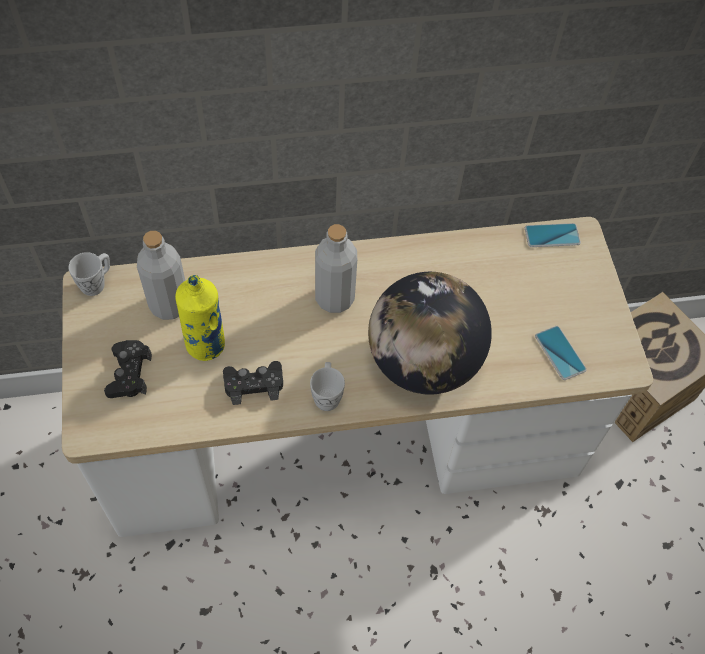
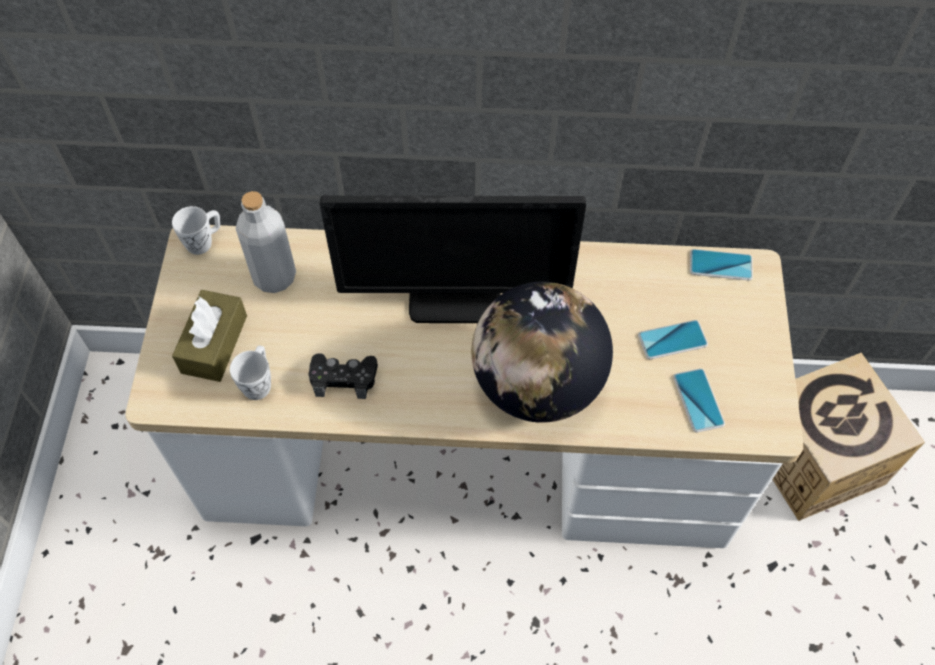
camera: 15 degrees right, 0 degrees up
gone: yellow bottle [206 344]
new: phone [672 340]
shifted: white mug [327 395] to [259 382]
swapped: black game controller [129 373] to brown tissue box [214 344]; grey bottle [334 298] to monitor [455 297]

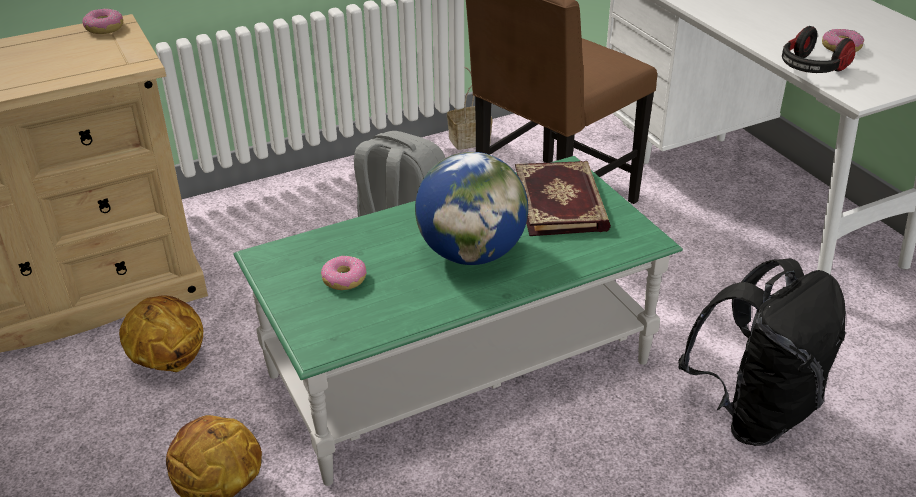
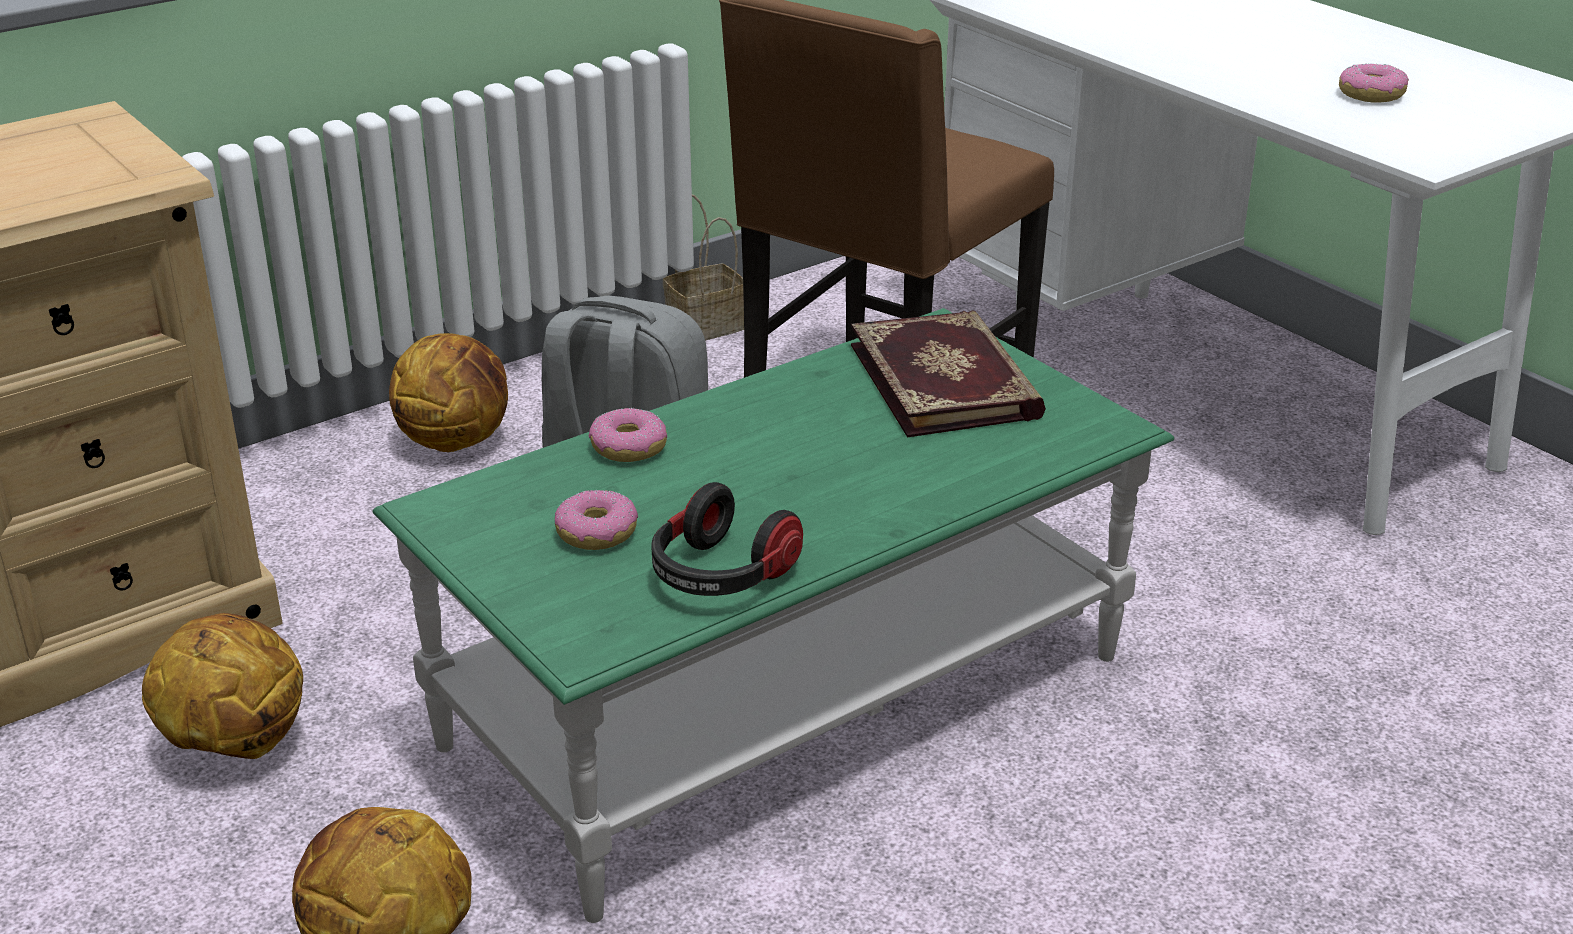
camera: 10 degrees left, 5 degrees down
gone: globe [471 253]; black backpack [754 412]
new: basketball [456 440]
shifted: donut [104 28] to [628 448]; headphones [811 69] to [721 576]

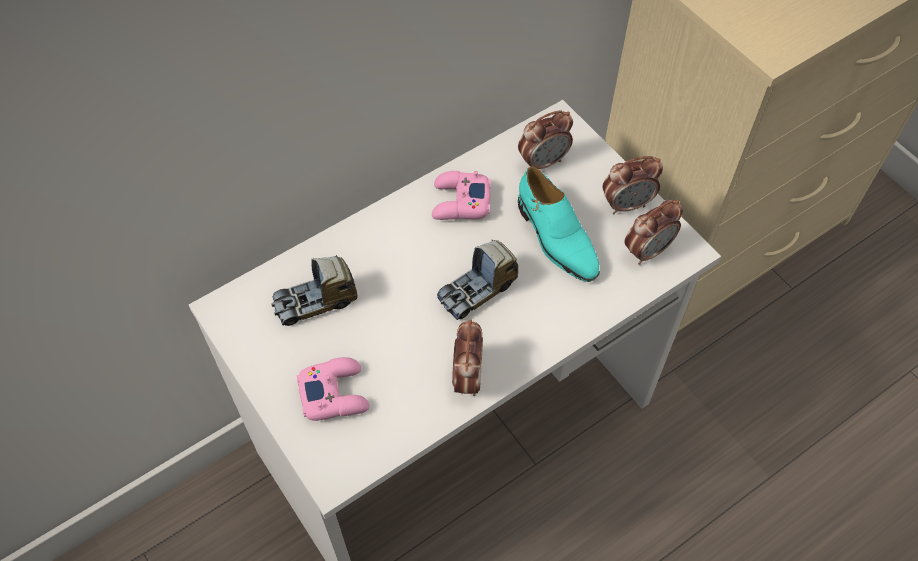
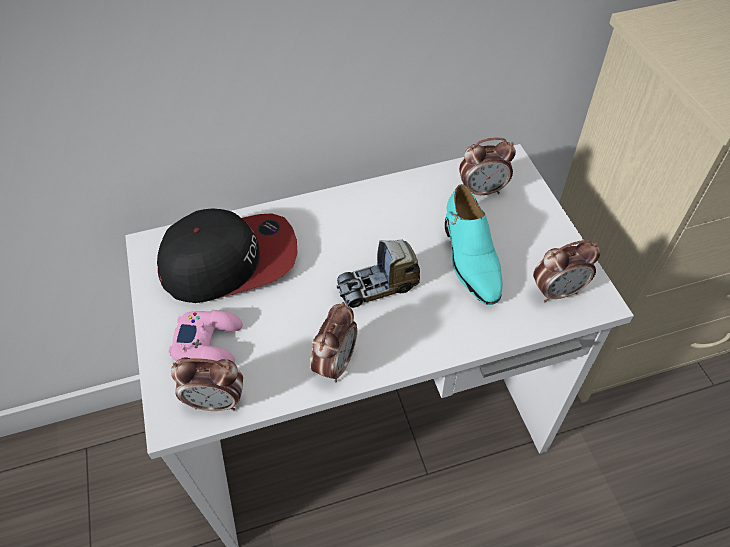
camera: 20 degrees right, 5 degrees down
gone: pink game controller [460 202]
shifted: alarm clock [627 204] to [217 401]
swapped: toy truck [316 302] to cap [230 260]

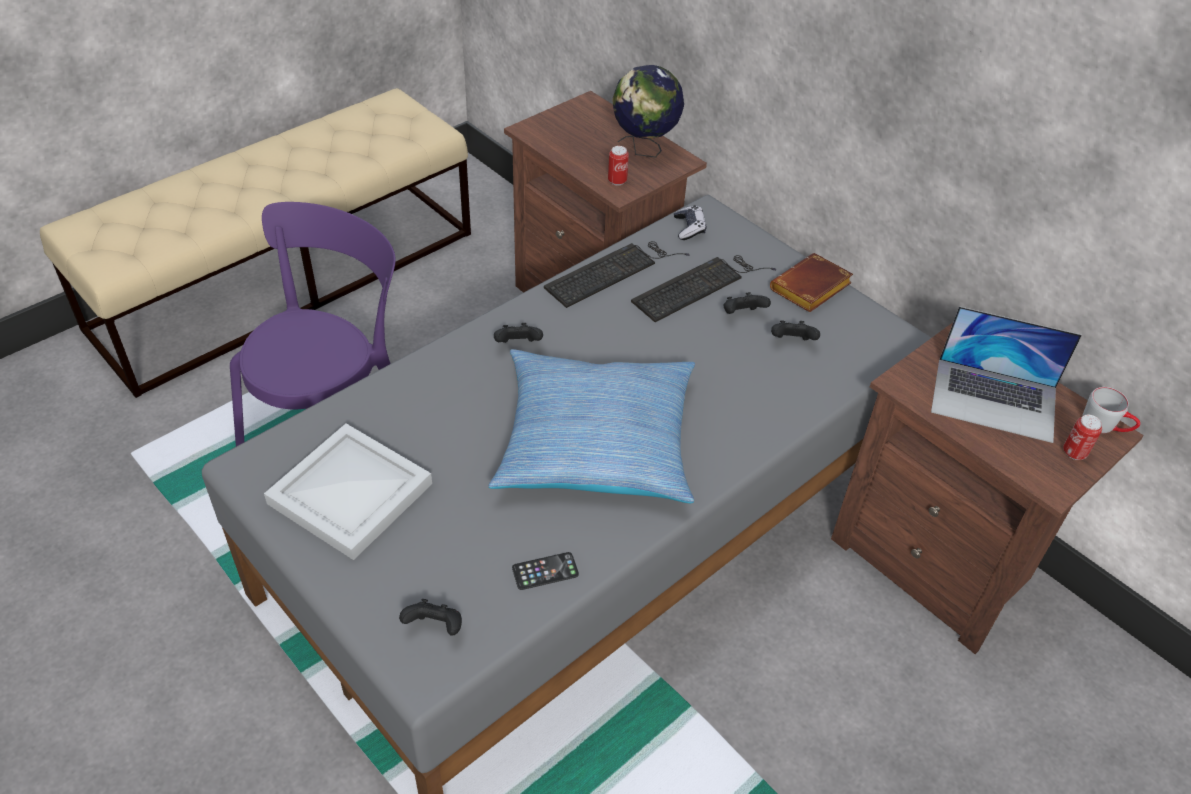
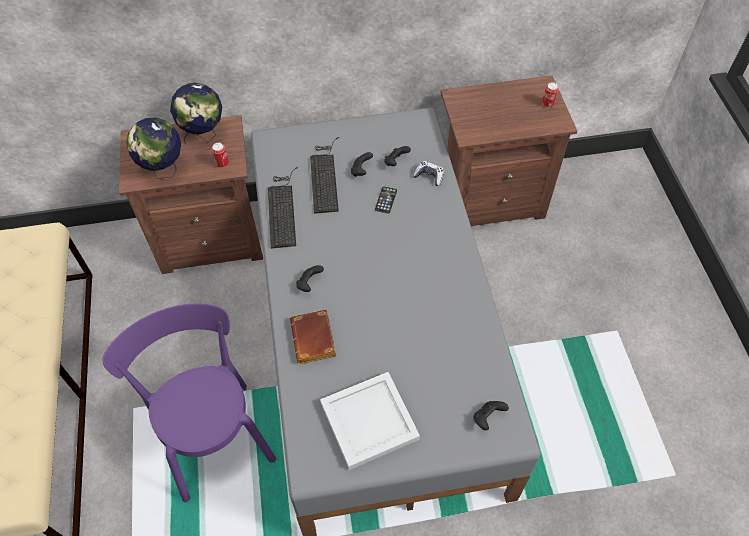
camera: 55 degrees left, 10 degrees up
gone: pillow [596 440]; laptop [994 399]; grey mug [1105 426]
new: globe [164 171]
shifted: brown book [810 290] to [315 340]; phone [545 571] to [386 200]; game controller [689 228] to [429 176]

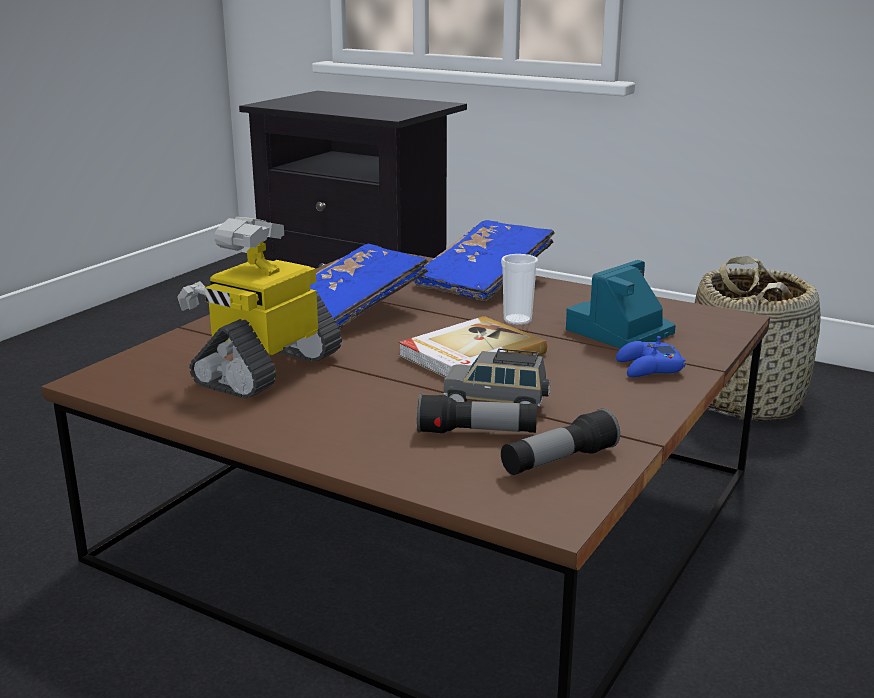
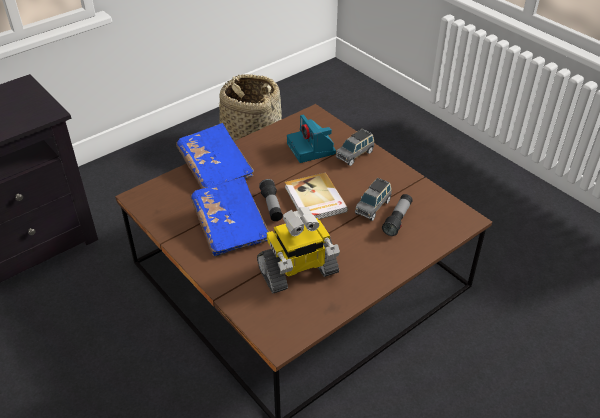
camera: 70 degrees left, 20 degrees up
gone: cup [517 320]
shifted: flashlight [558 461] to [271 206]
swapped: blue game controller [648 368] to grey toy car [355 155]
rotated: toy robot [267 368] = [298 272] 75 degrees counterclockwise

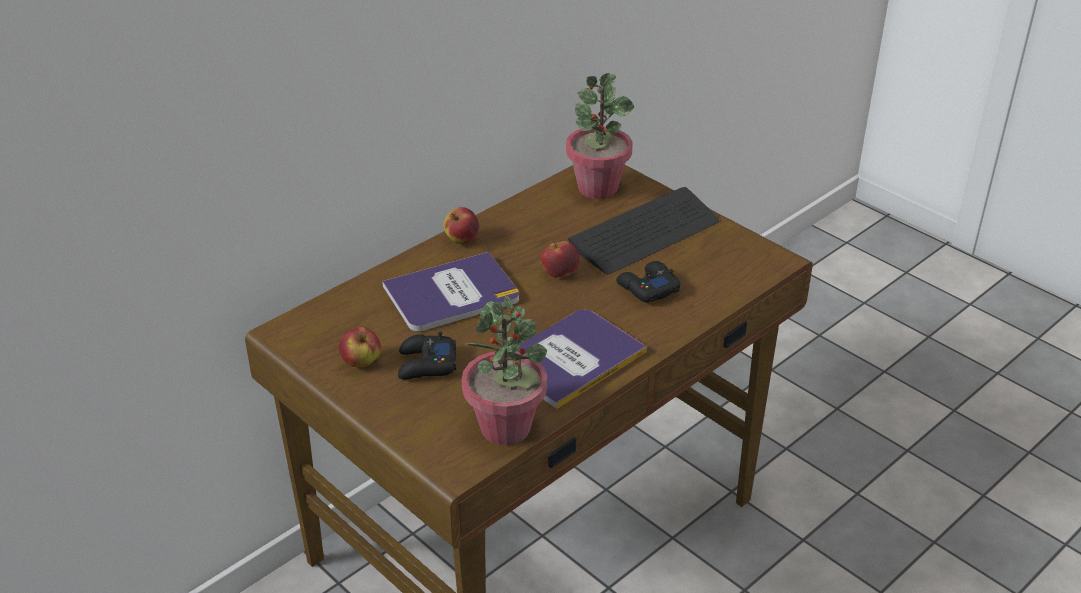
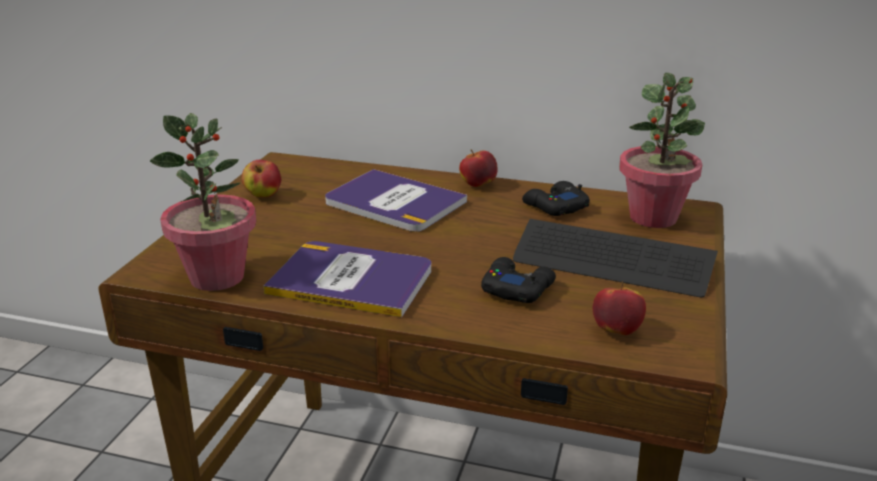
camera: 60 degrees right, 10 degrees down
shifted: black game controller [426 364] to [555 206]; apple [560 274] to [616 331]

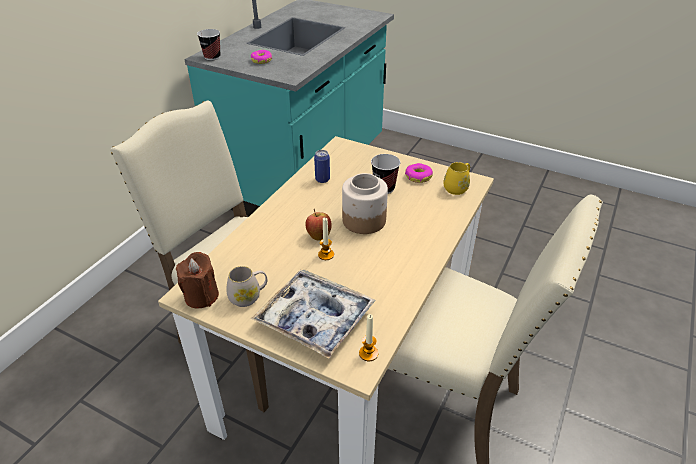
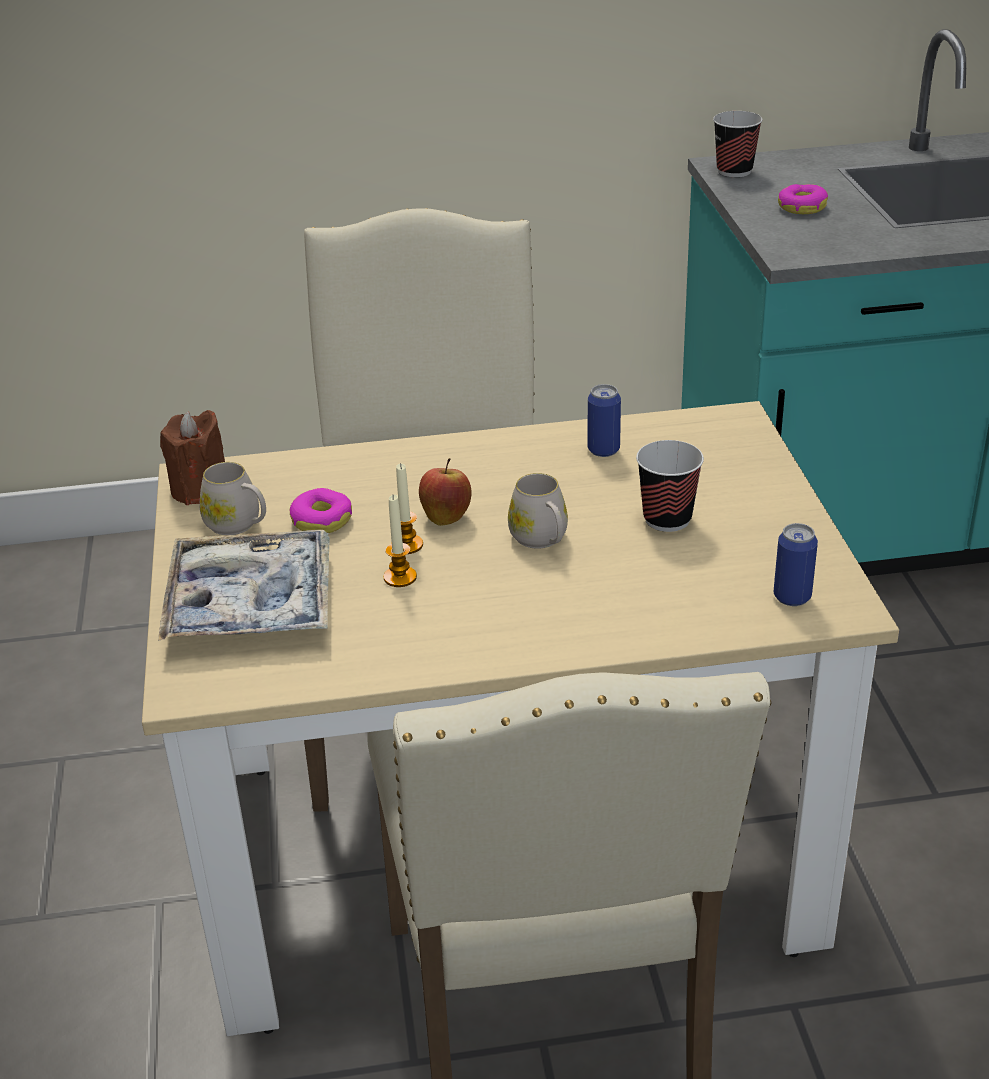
camera: 55 degrees right, 5 degrees down
shifted: donut [418 176] to [322 520]; candle [368 353] to [400 577]
swapped: jar [363 221] to white mug [542 540]; yellow mug [457 187] to can [792 597]

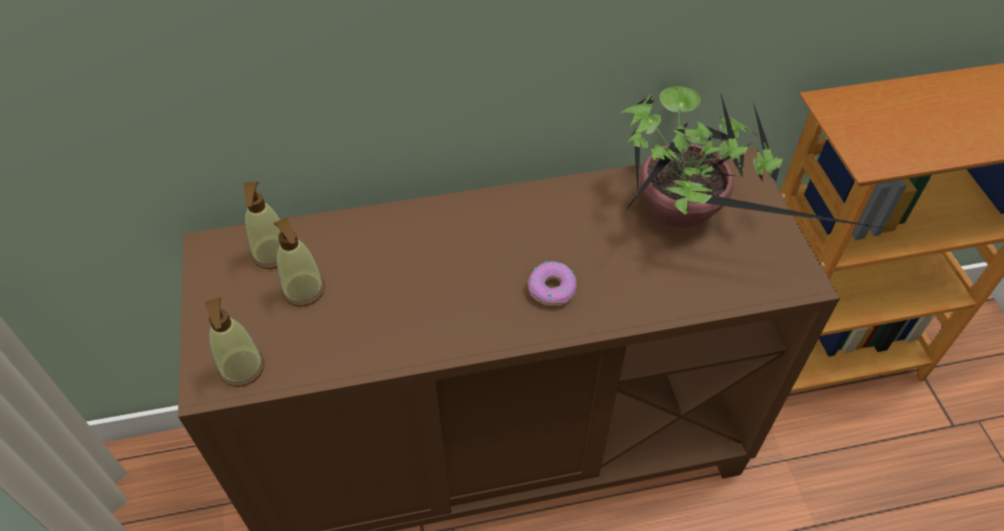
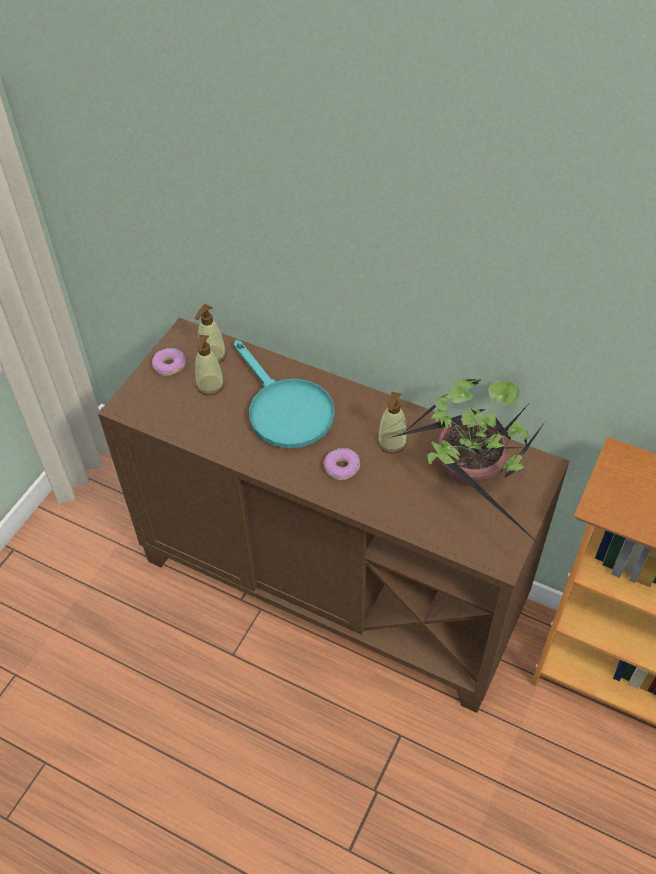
camera: 40 degrees right, 0 degrees up
new: donut [169 365]; turquoise frying pan [284 409]
shifted: soap dispenser [242 368] to [392 442]

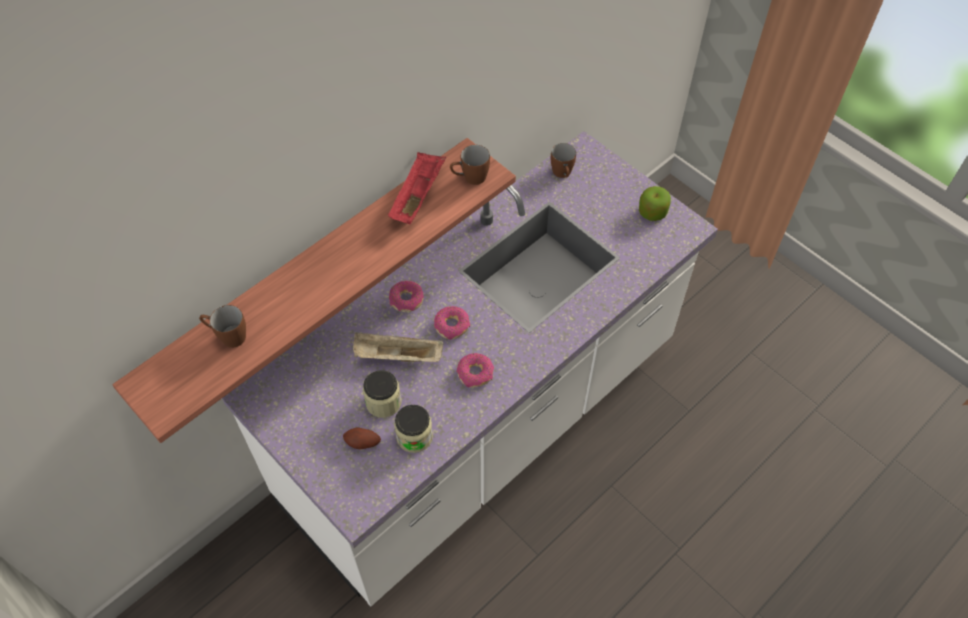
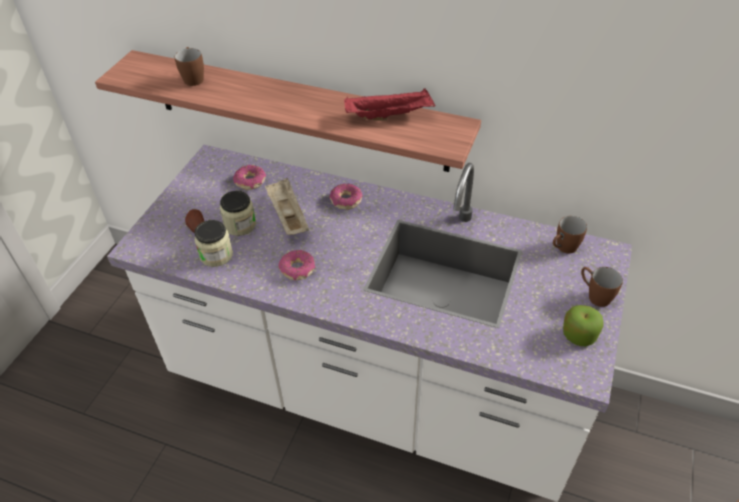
camera: 65 degrees right, 10 degrees down
shifted: donut [452 326] to [250 182]; brown mug [470 178] to [594 295]

